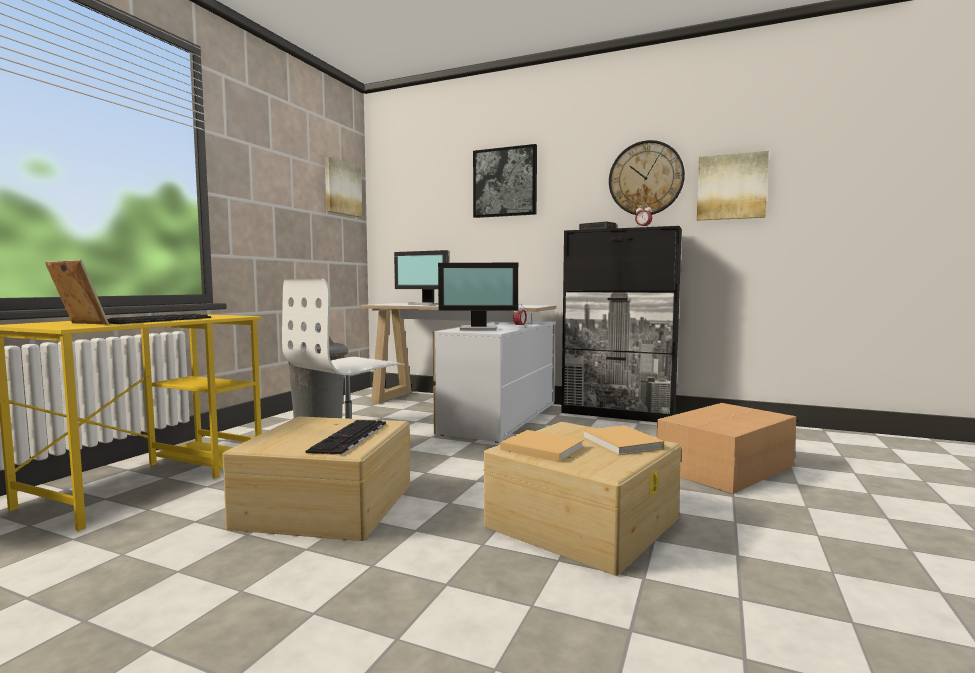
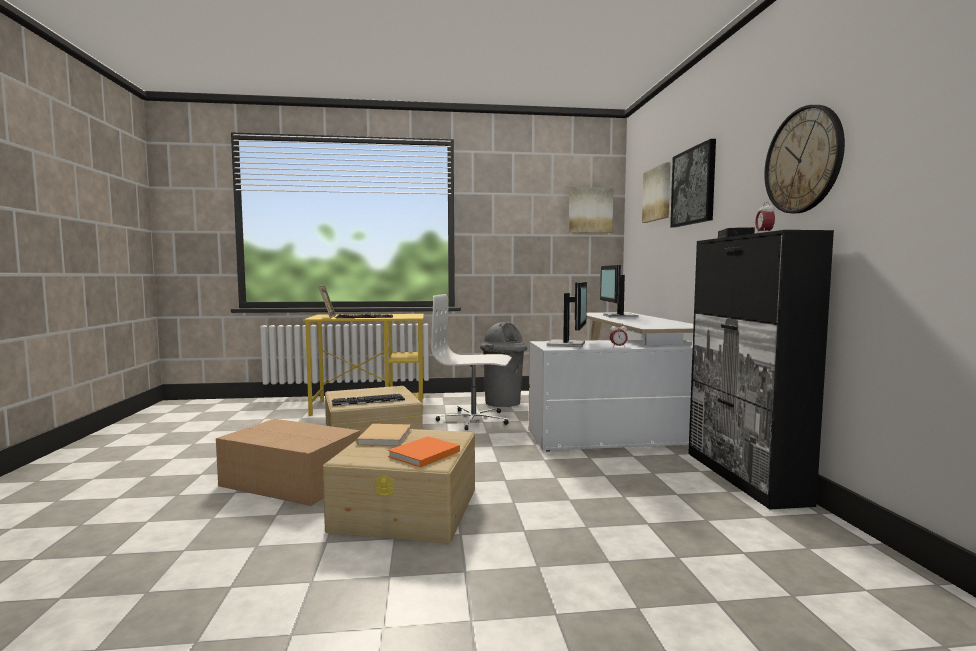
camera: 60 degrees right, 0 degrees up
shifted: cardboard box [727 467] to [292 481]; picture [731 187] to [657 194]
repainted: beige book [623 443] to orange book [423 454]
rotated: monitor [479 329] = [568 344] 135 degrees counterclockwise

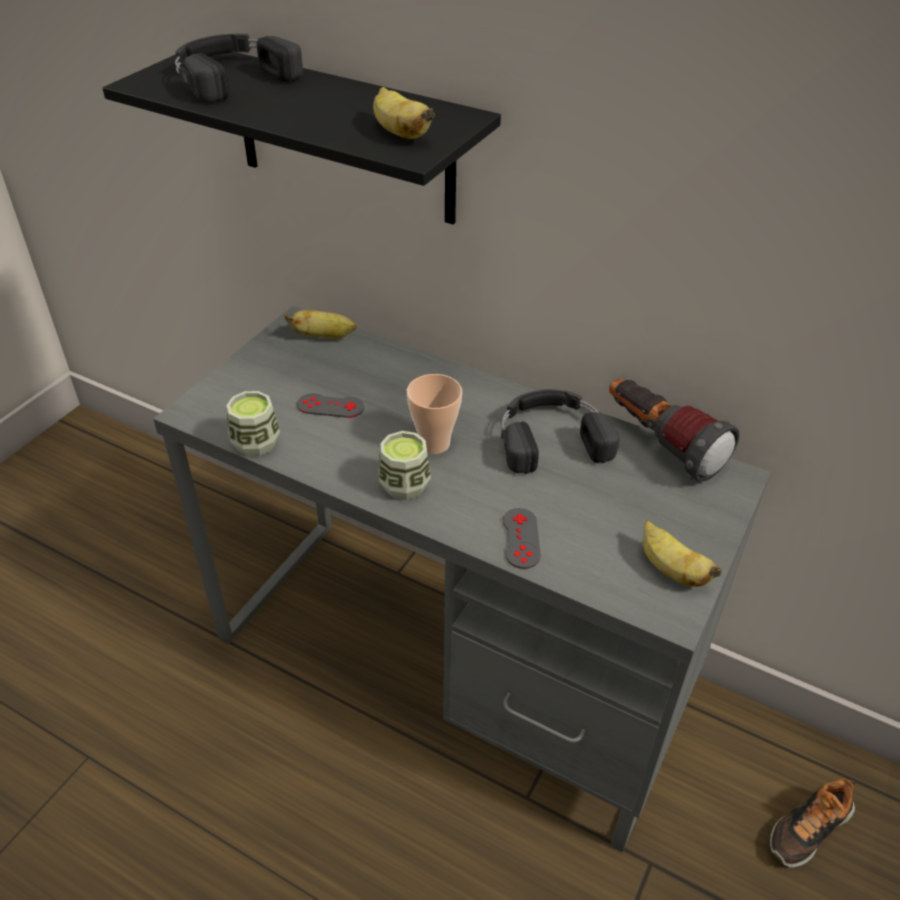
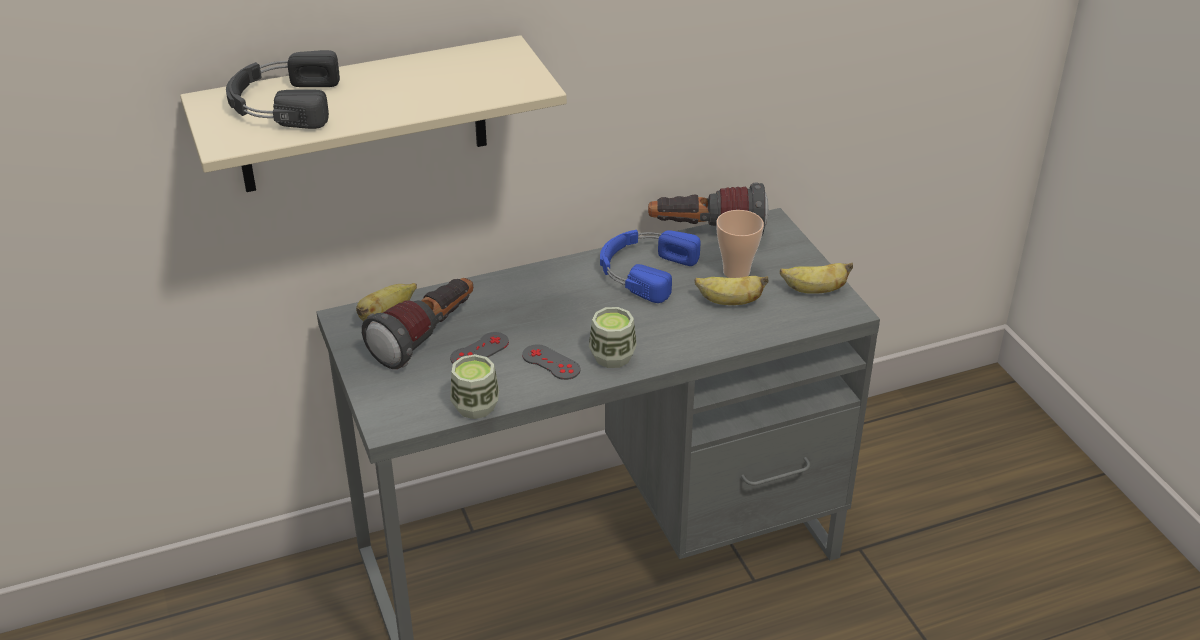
camera: 50 degrees left, 5 degrees down
gone: shoe [808 828]
new: flashlight [427 338]
shifted: grey game controller [521 538] to [551 362]; banana [399 133] to [729 302]; cup [434 444] to [736 272]
repainted: black shelf [344 136] to beige shelf [362 116]; black headphones [550 436] to blue headphones [643 270]

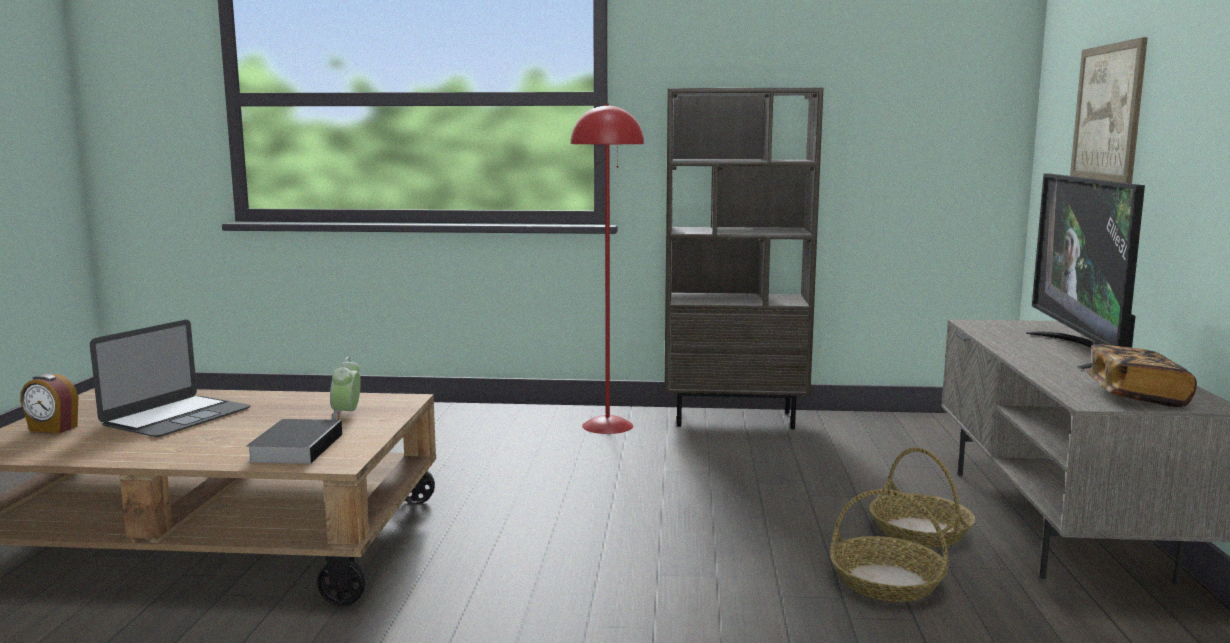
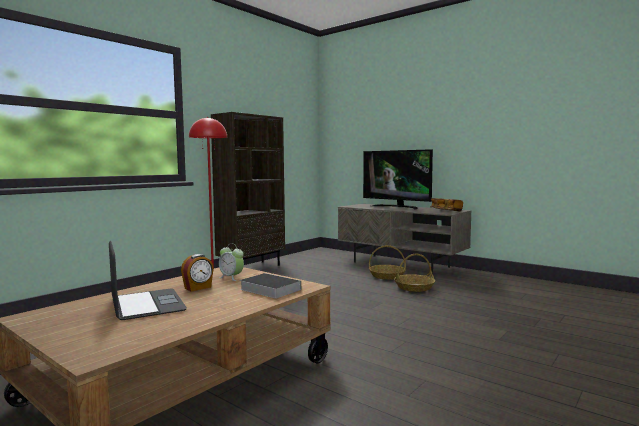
camera: 55 degrees left, 5 degrees down
gone: picture [1108 113]
shifted: alarm clock [52 429] to [198 288]

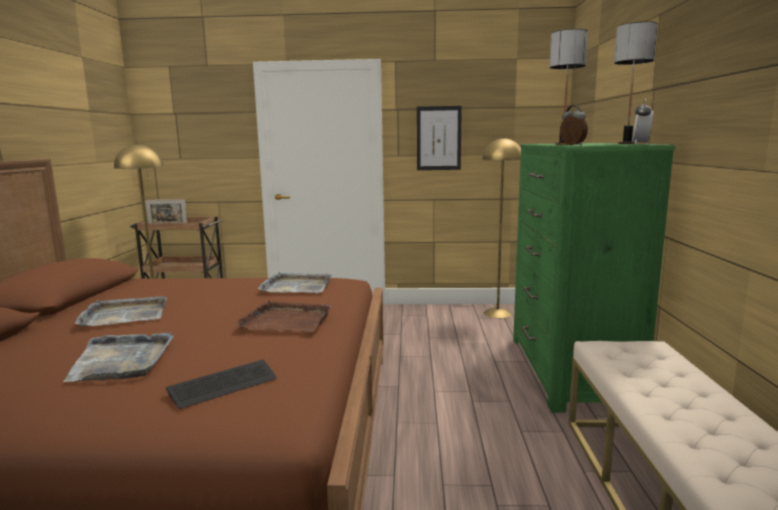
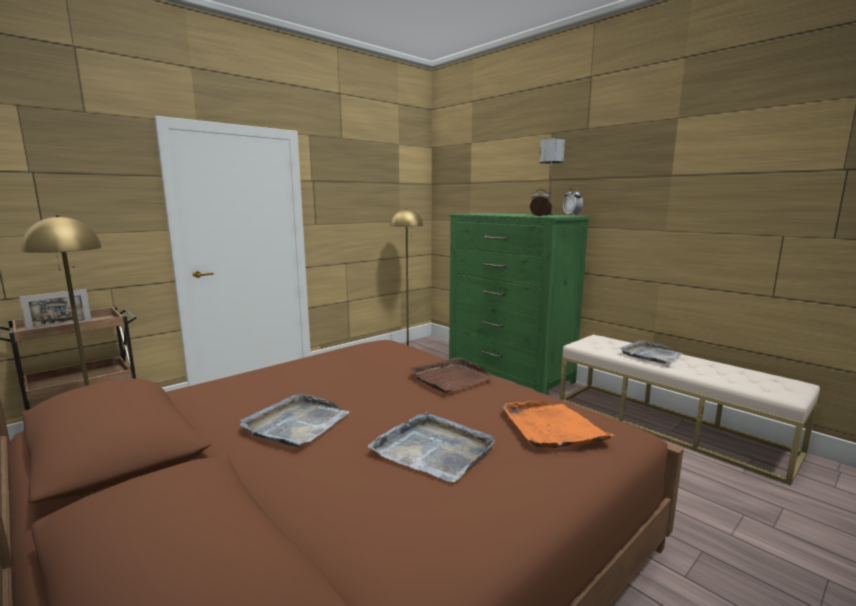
camera: 45 degrees left, 0 degrees up
gone: picture [438 138]; table lamp [562 144]
shifted: grey tray [296 286] to [651 355]
swapped: keyboard [223 385] to orange tray [552 427]

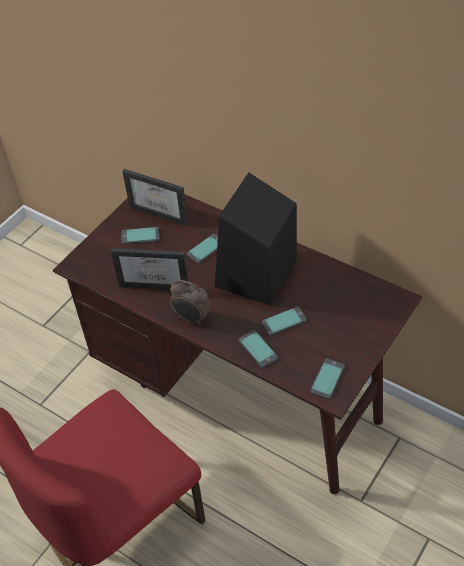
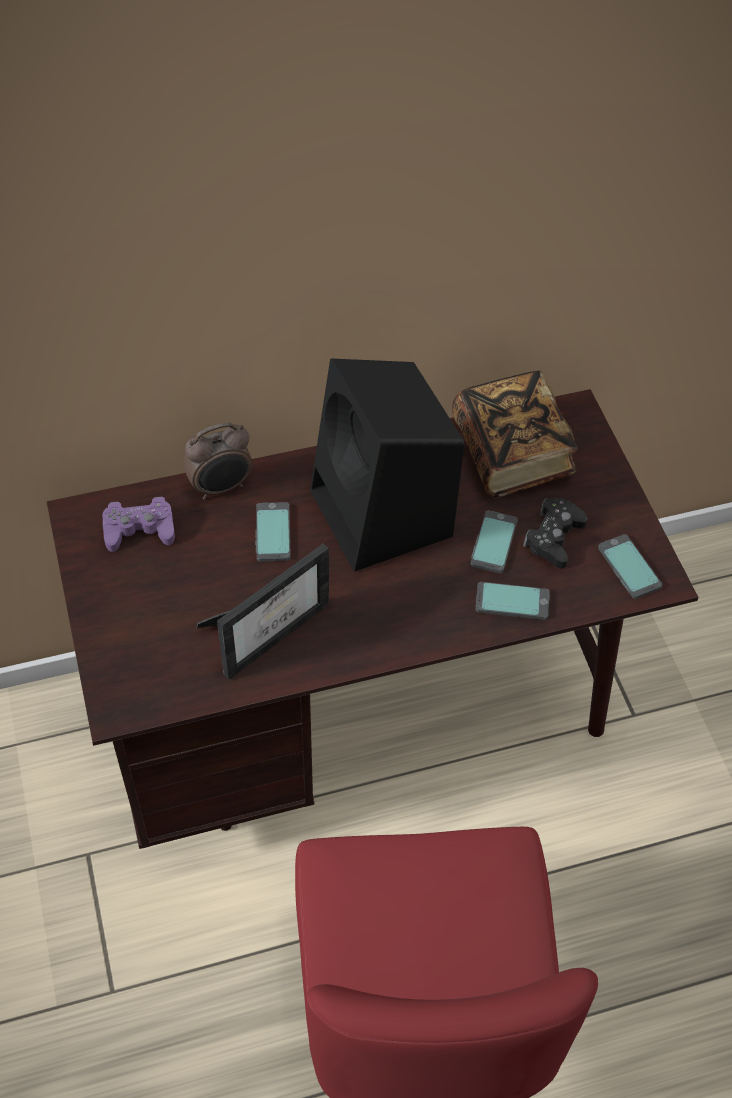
camera: 55 degrees left, 5 degrees up
gone: phone [140 236]
new: book [511 453]; black game controller [554 537]
shifted: alarm clock [191 318] to [221 487]
swapped: picture frame [163 211] to purple game controller [139 530]

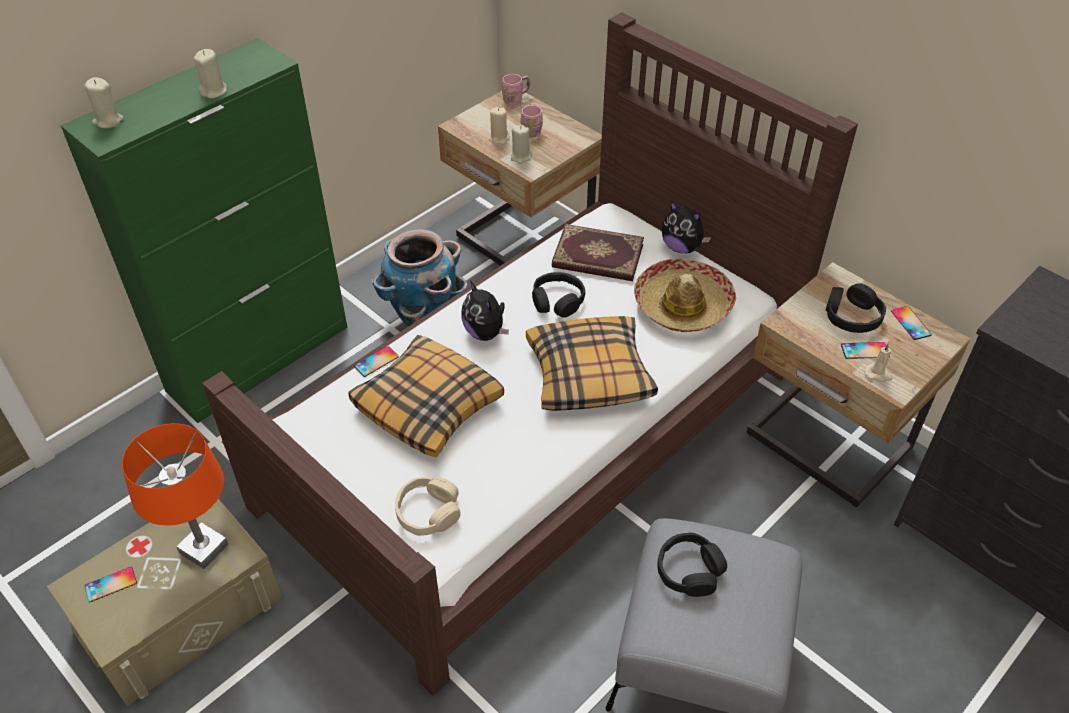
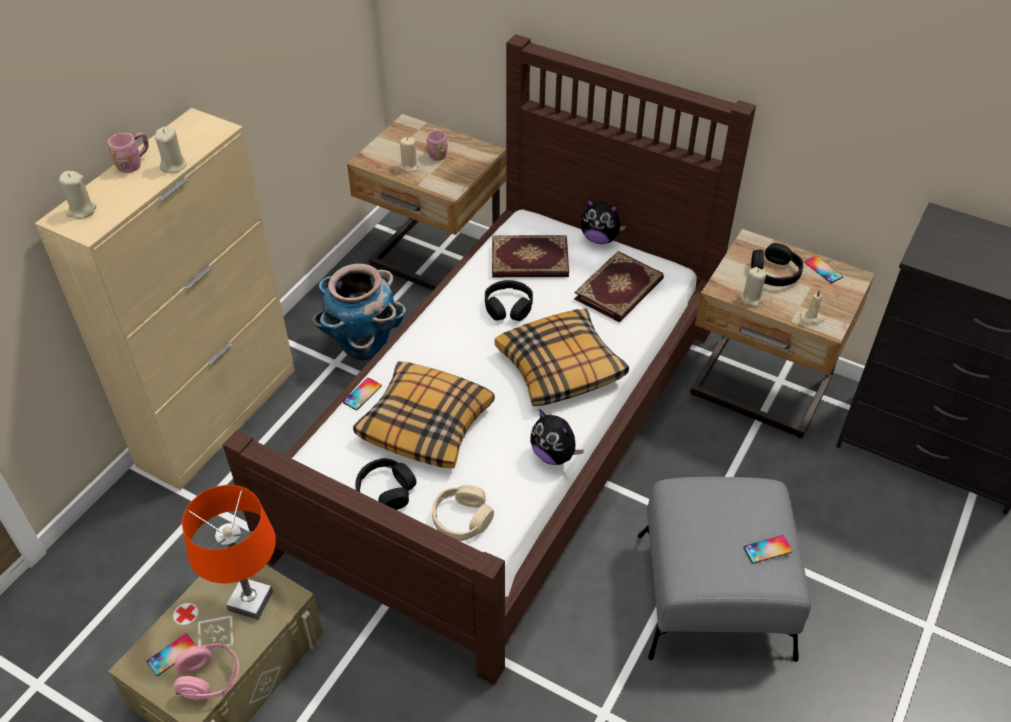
camera: 15 degrees left, 0 degrees up
new: pink headphones [210 679]
shifted: pink mug [516 99] to [134 163]; black headphones [689 571] to [385 491]; plush toy [485 333] to [554 455]; beige candle [521 157] to [751 298]; phone [865 350] to [767 549]
swapped: hat [683 305] to book [620 290]
repainted: green cabinet [260 358] to beige cabinet [219 416]

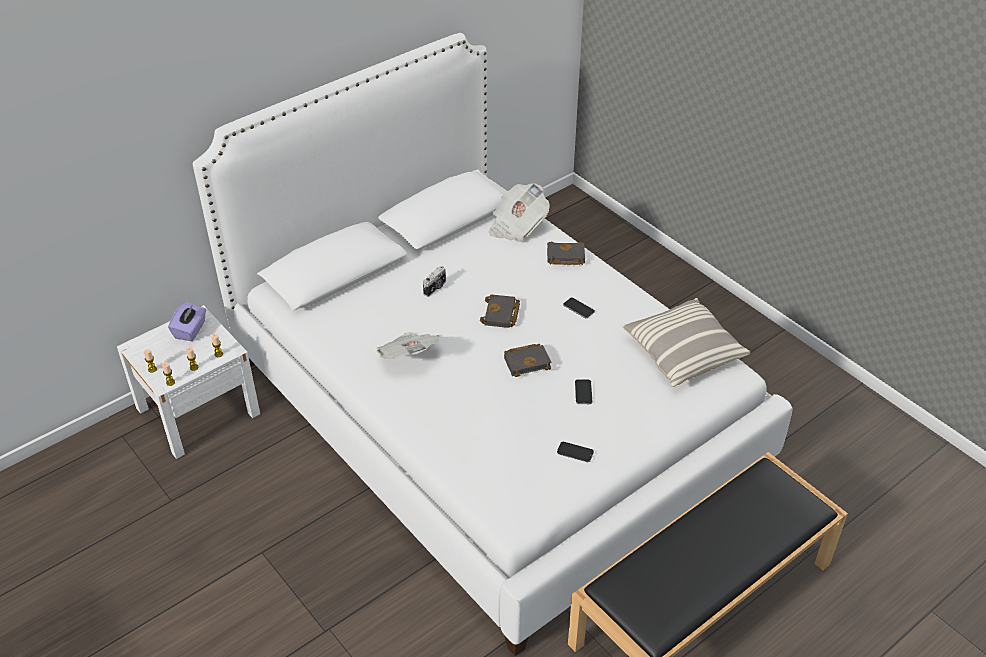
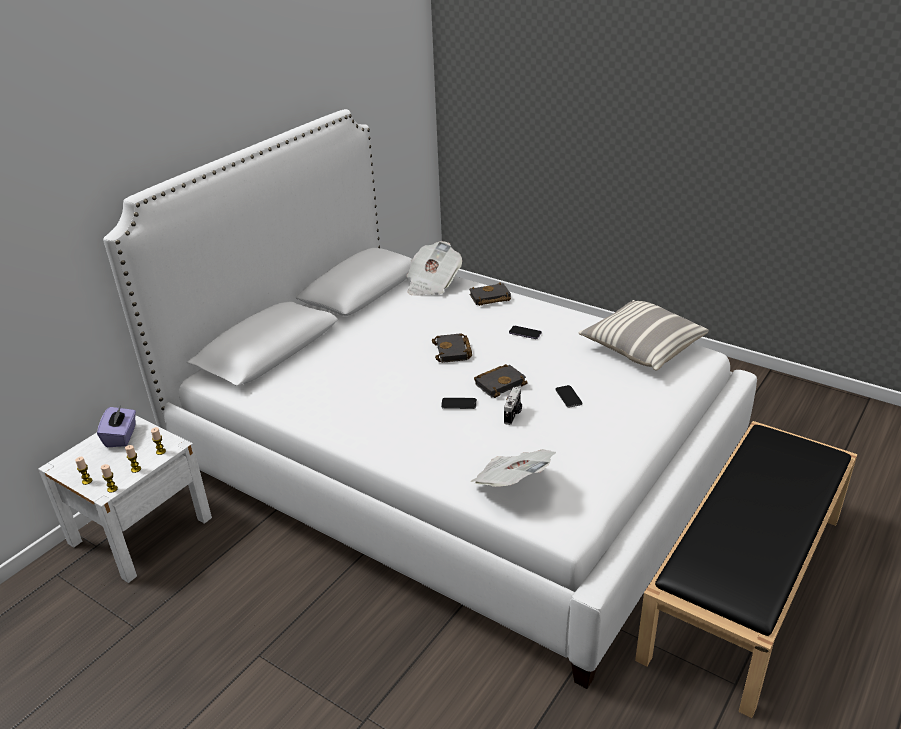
camera: 15 degrees left, 10 degrees down
shifted: phone [575 452] to [459 404]; newspaper [408 357] to [512 484]; photo camera [435 288] to [513 414]

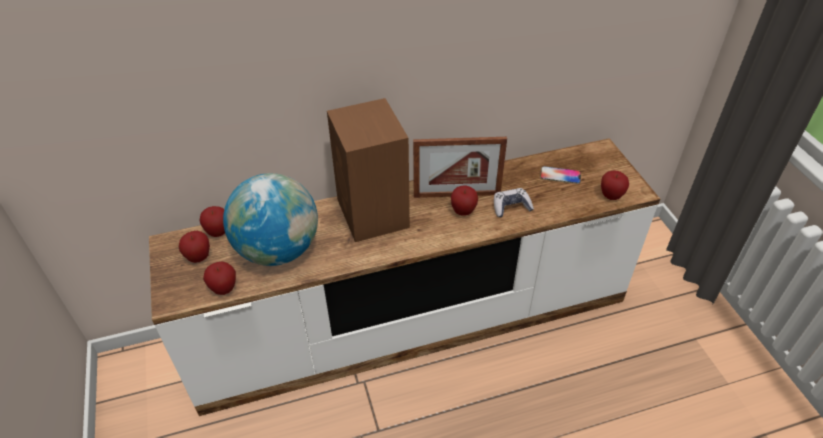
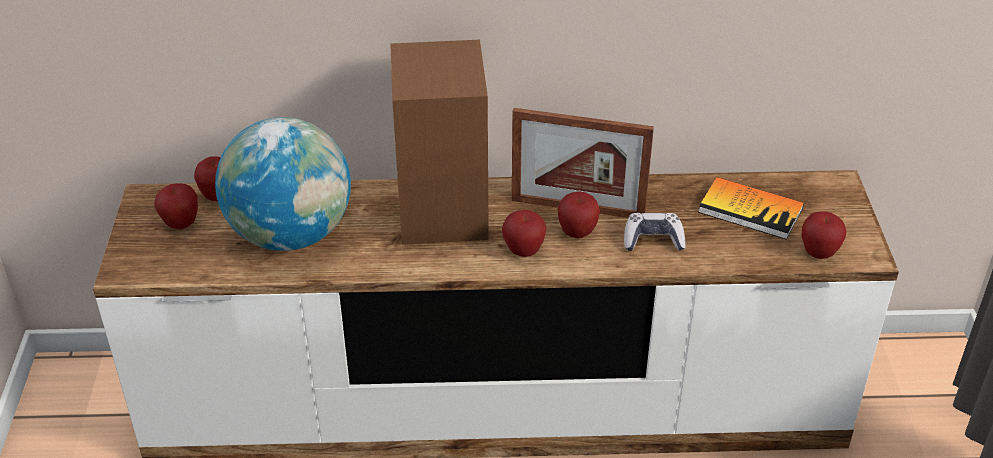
camera: 15 degrees right, 5 degrees down
shifted: apple [224 289] to [523 251]
swapped: phone [560 175] to book [750 210]

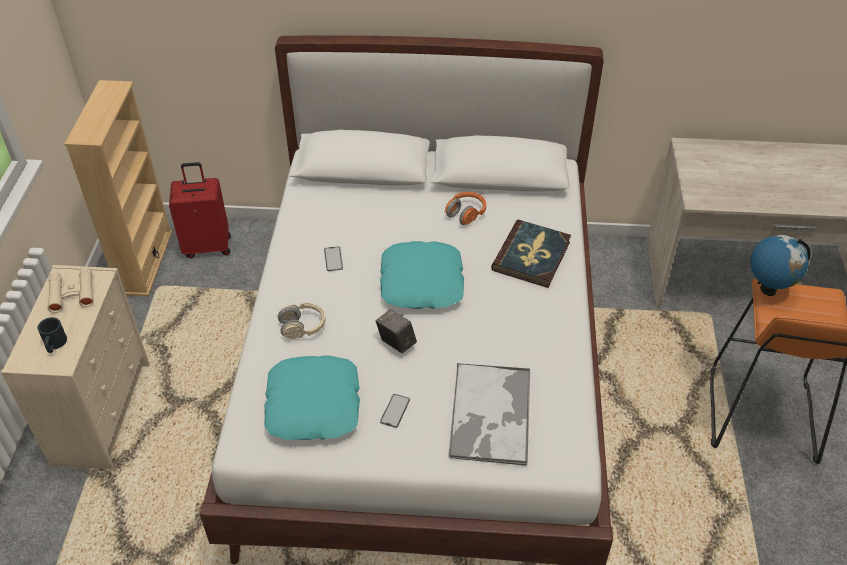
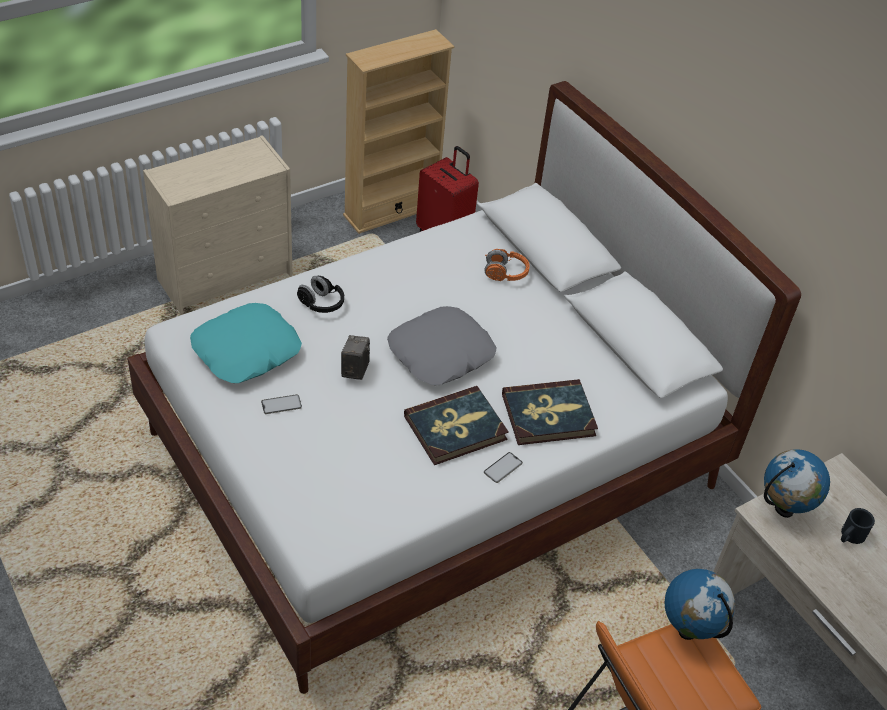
camera: 50 degrees right, 0 degrees up
gone: beige binoculars [72 293]; tray [490 415]
new: book [455 428]; globe [784 509]
shifted: orange headphones [465 214] to [505 273]; phone [333 259] to [503 467]; black mug [54 345] to [850 536]
repainted: beige headphones [302 327] to black headphones [321 303]; turquoise pillow [422 282] to grey pillow [441 354]

